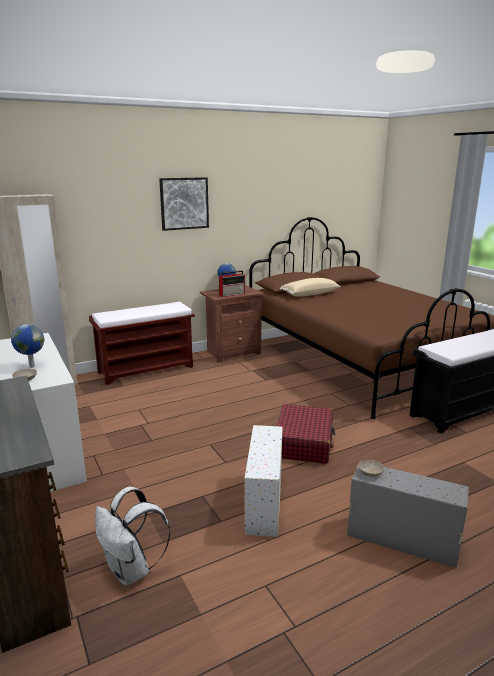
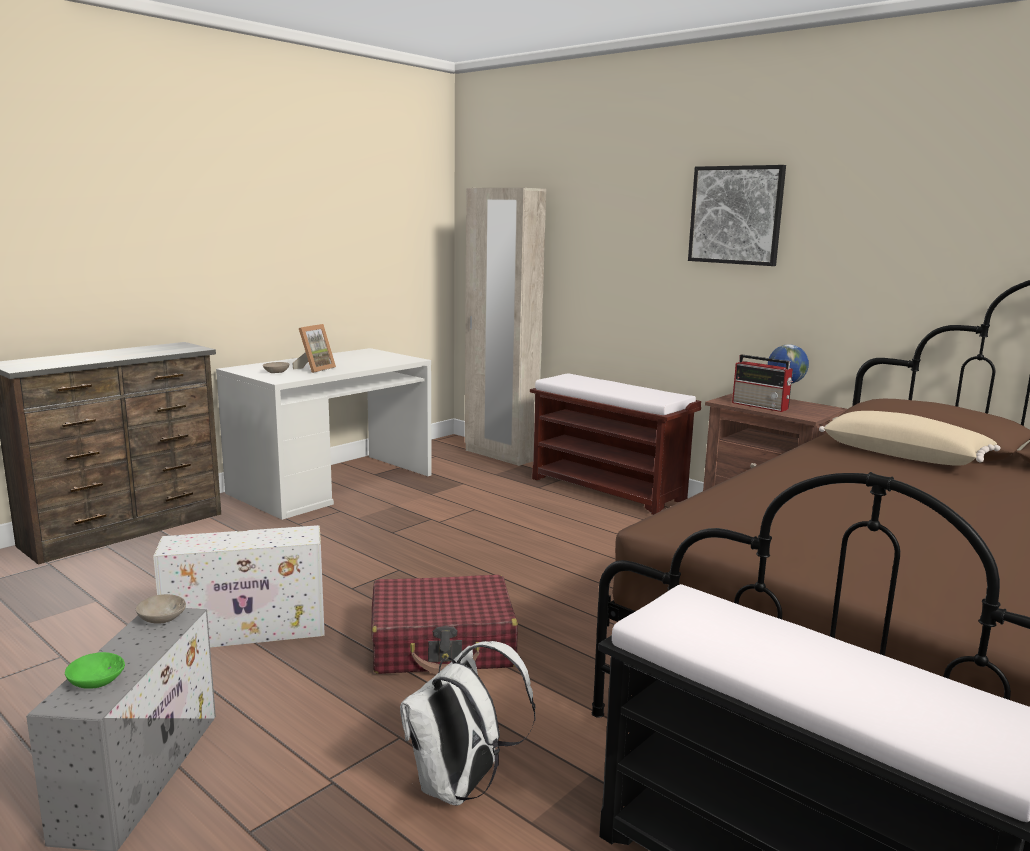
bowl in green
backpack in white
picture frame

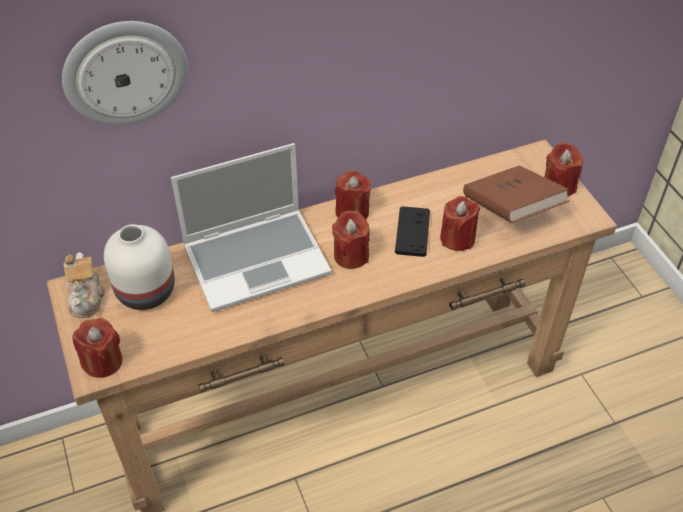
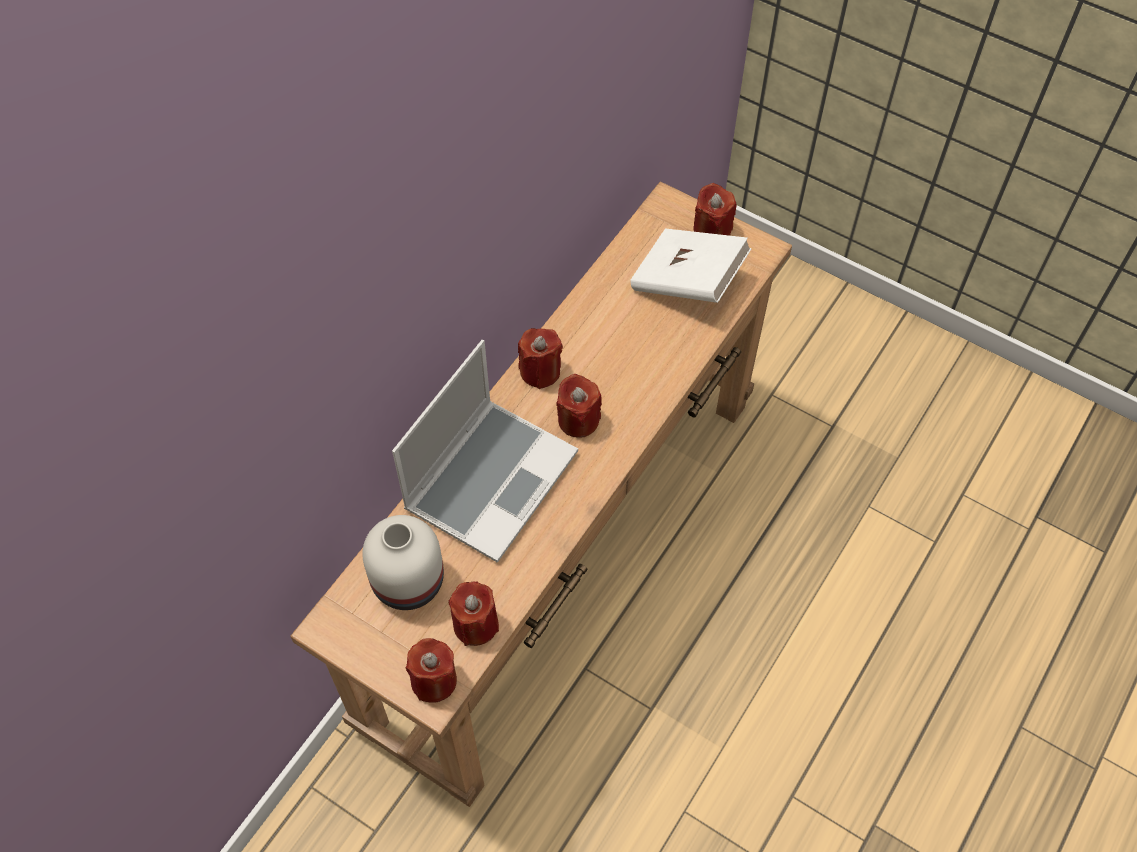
wall clock
teapot
game controller in black
candle in red (no. 2 from left)
book in white

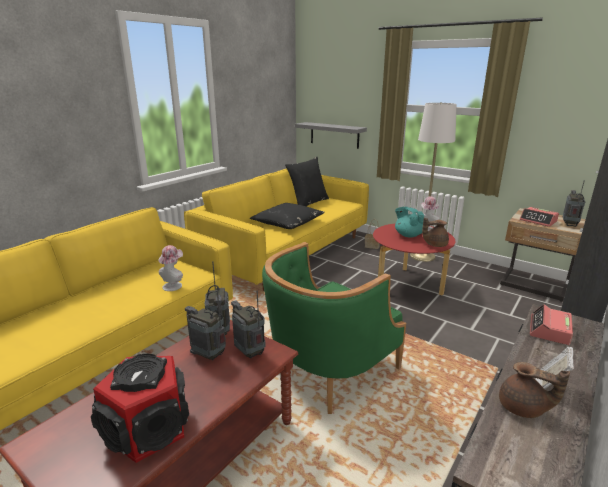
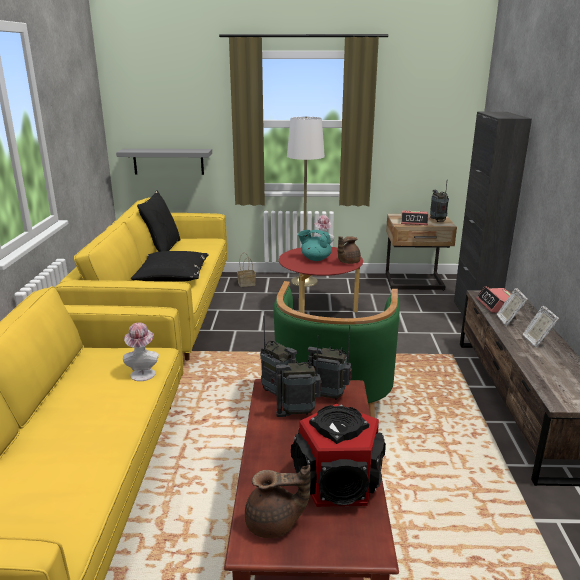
picture frame (no. 1 from left)
teapot in brown (no. 1 from left)

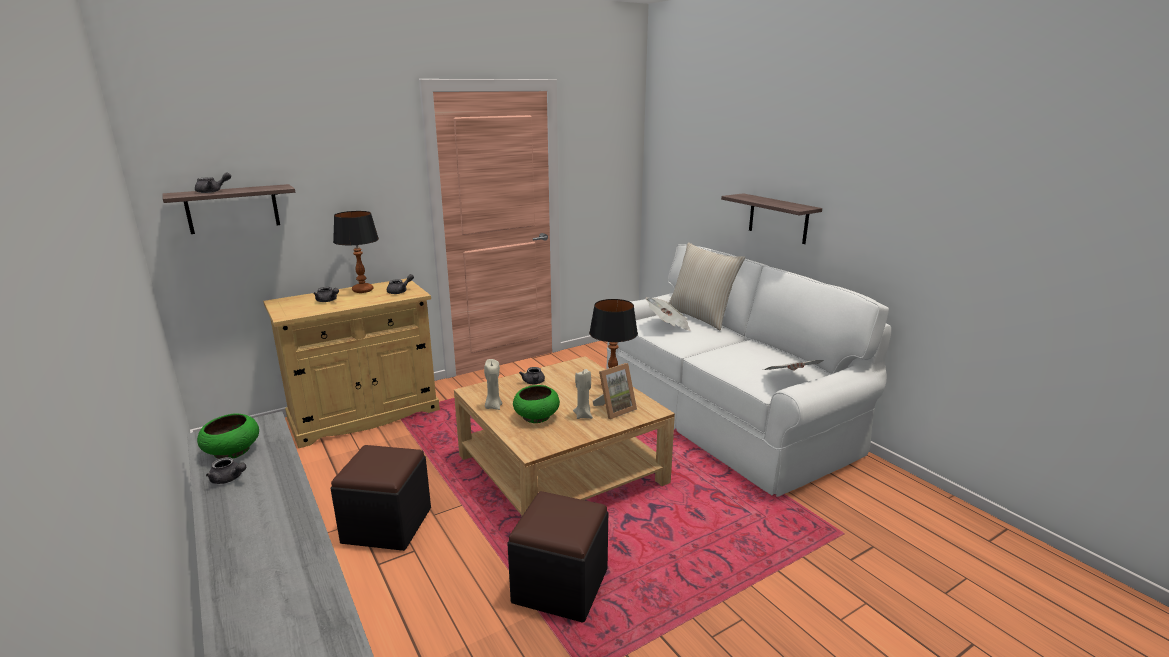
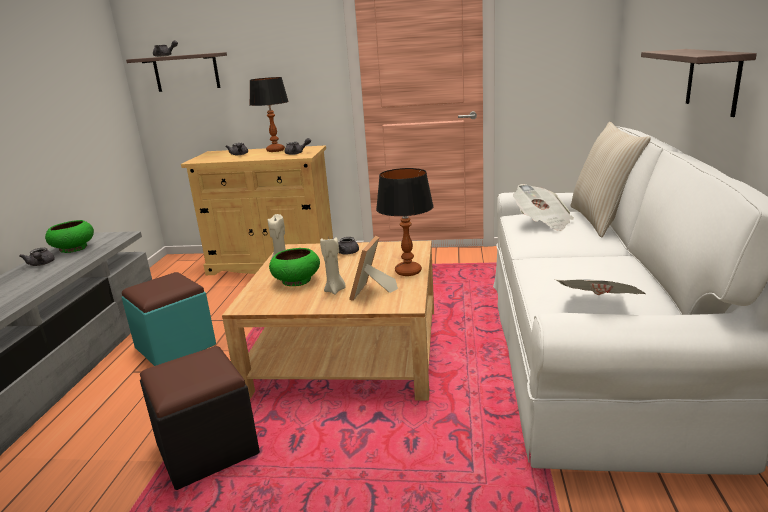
ottoman in turquoise
picture frame

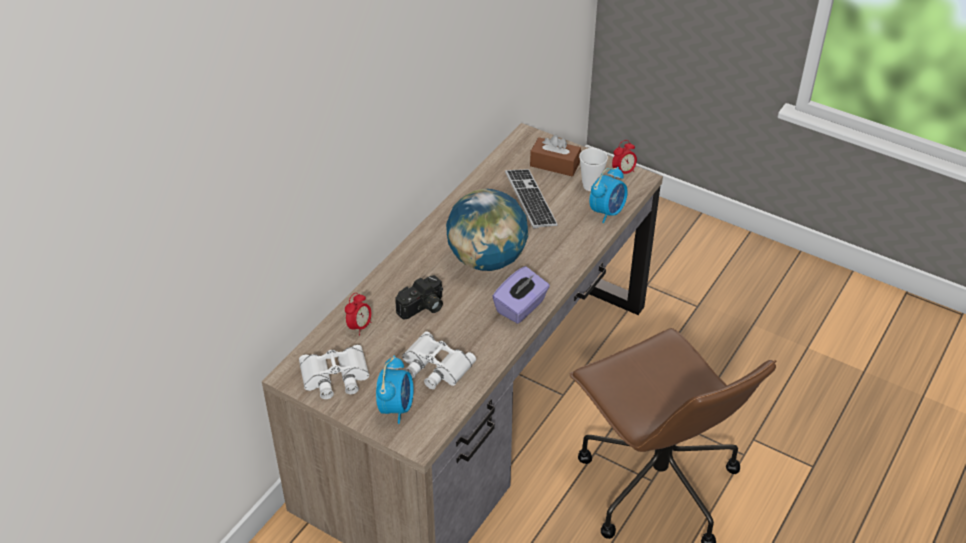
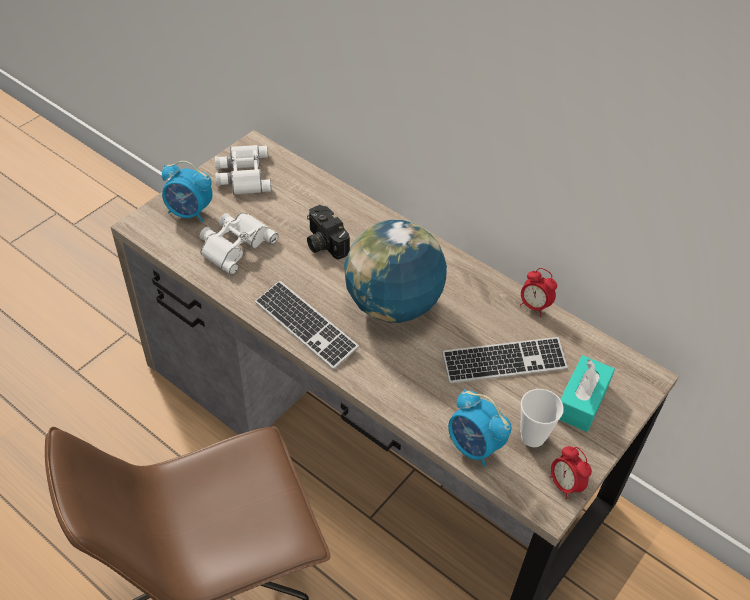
alarm clock (no. 3 from left)
keyboard (no. 1 from left)
tissue box in turquoise

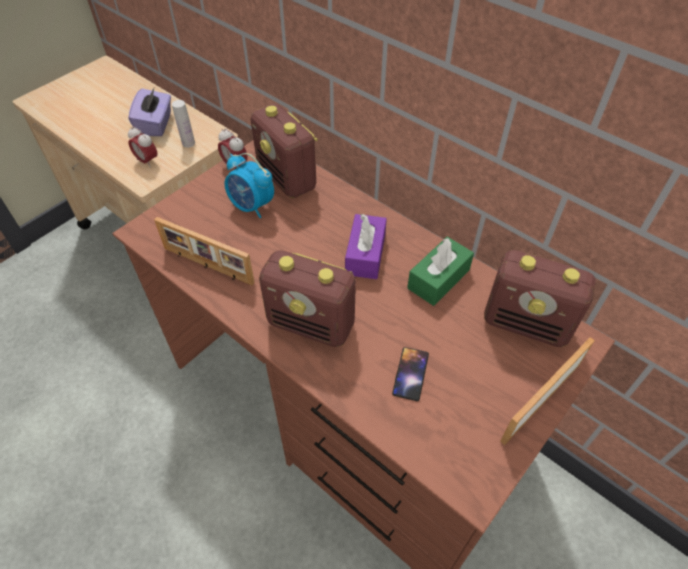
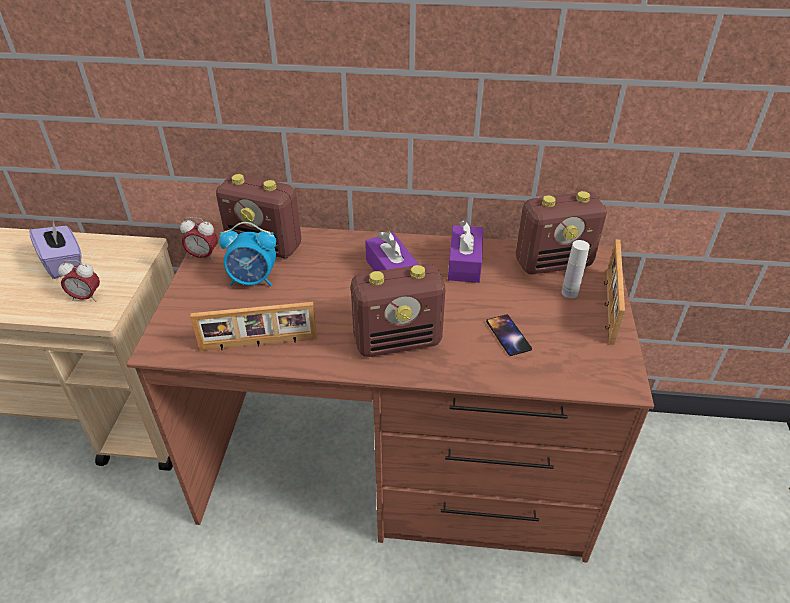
bottle in white
tissue box in purple (no. 3 from left)

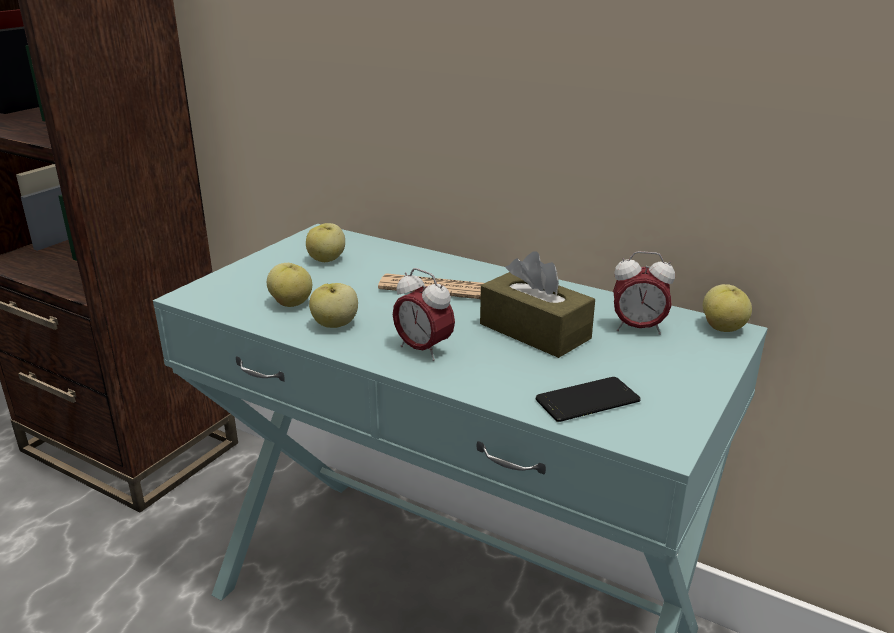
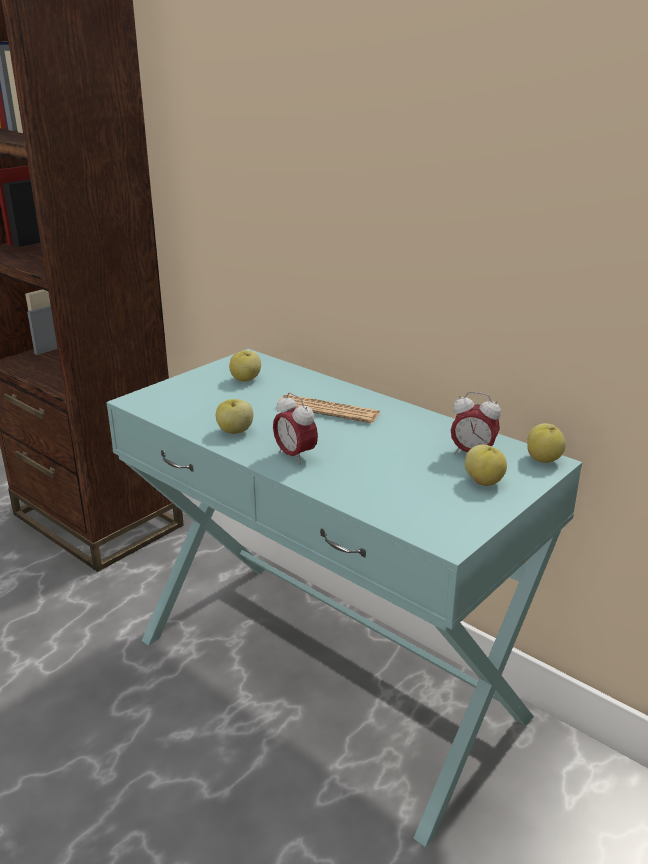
tissue box in brown
phone
apple (no. 3 from left)

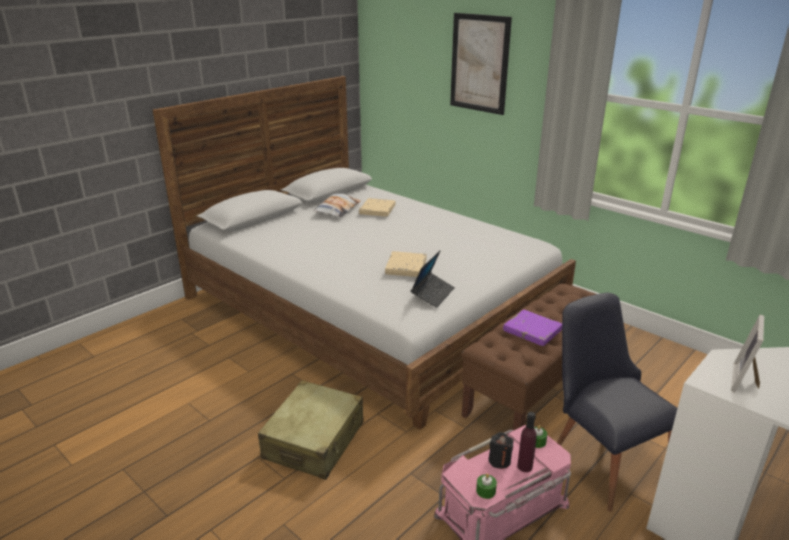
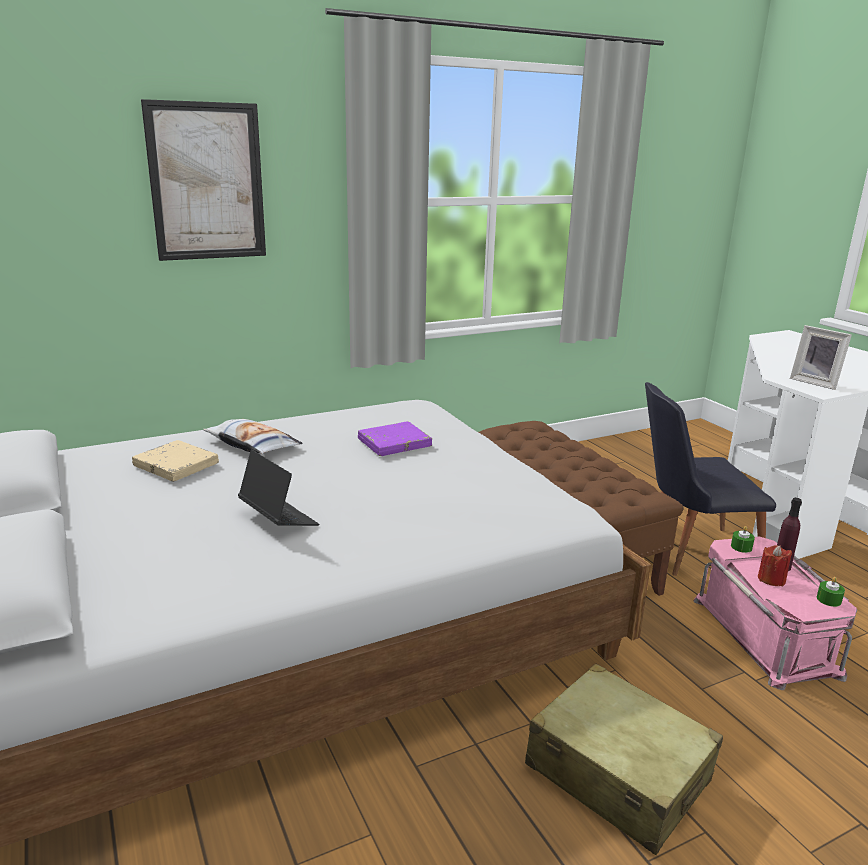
book in beige (no. 2 from left in the first image)
pillow
laptop
book in purple
candle in red

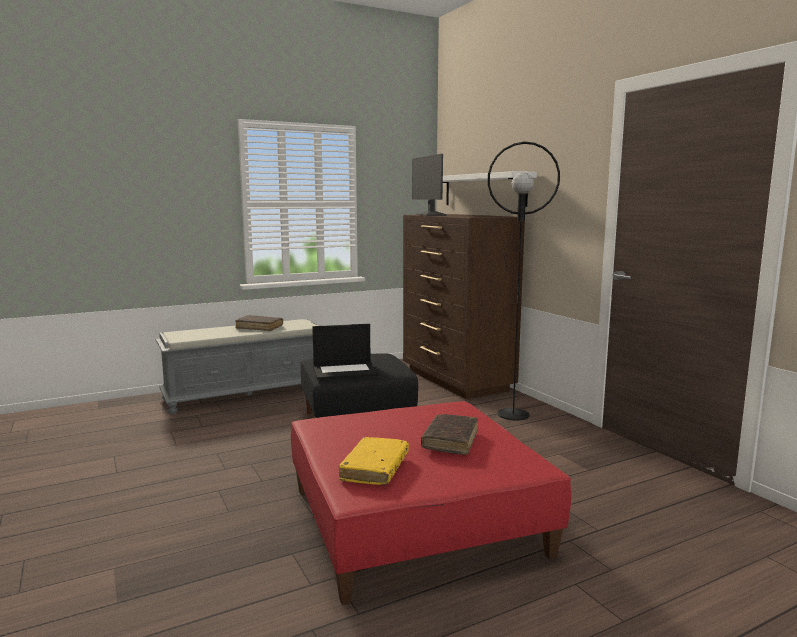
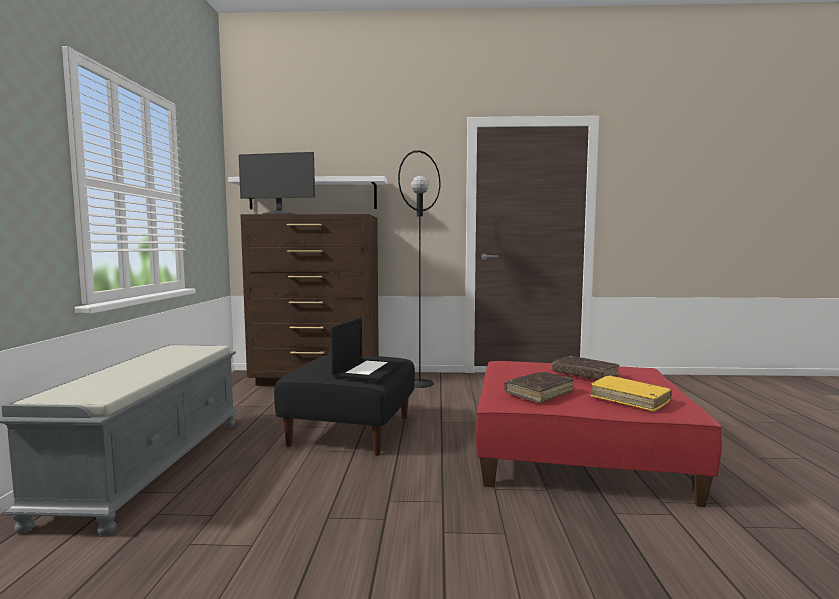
book in brown (no. 1 from left)

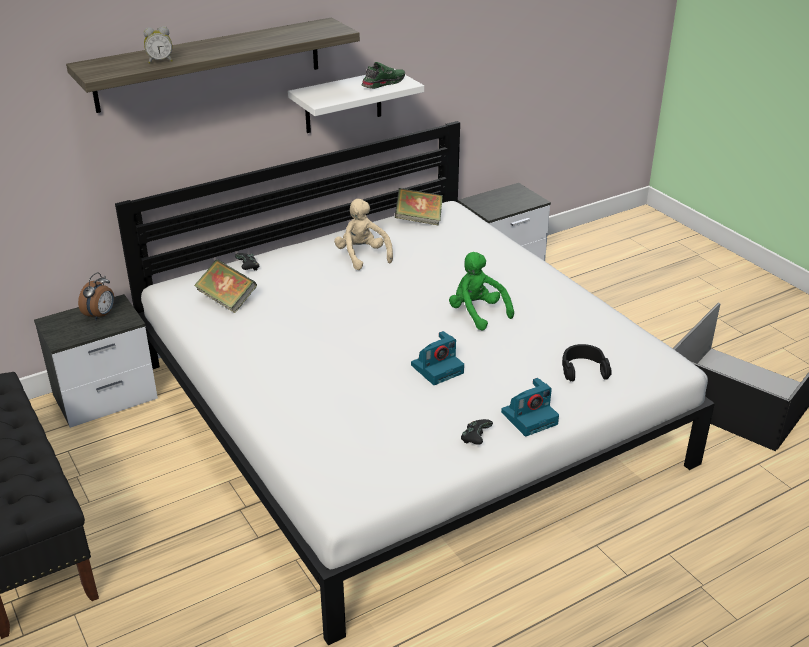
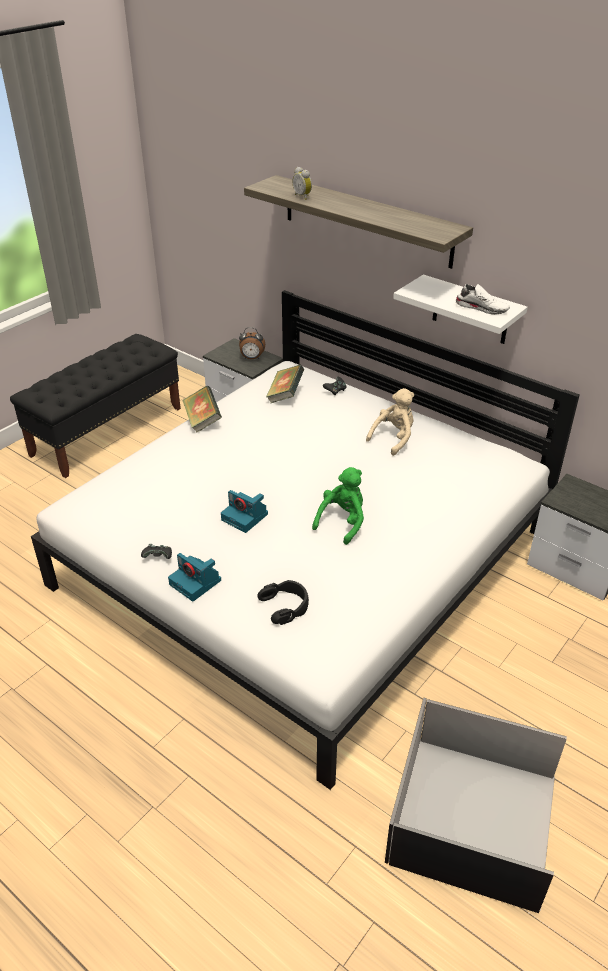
book (no. 1 from left)
shoe in white

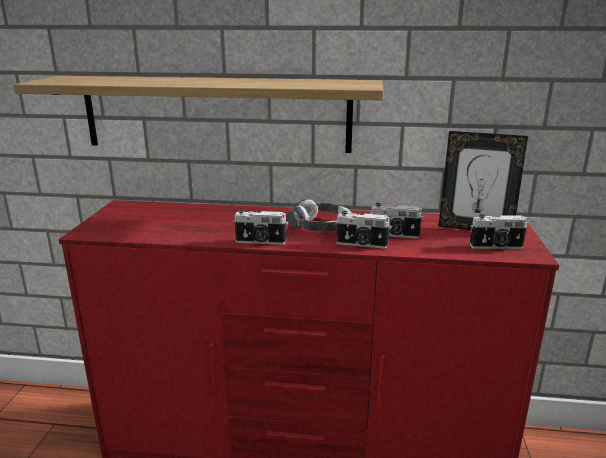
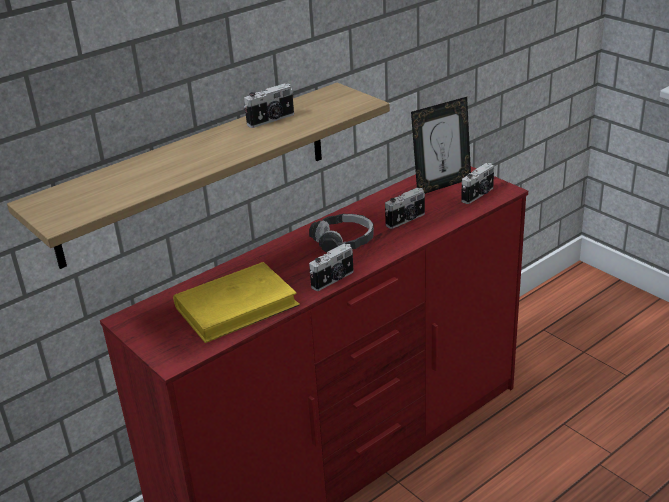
book in yellow
photo camera (no. 1 from left)

